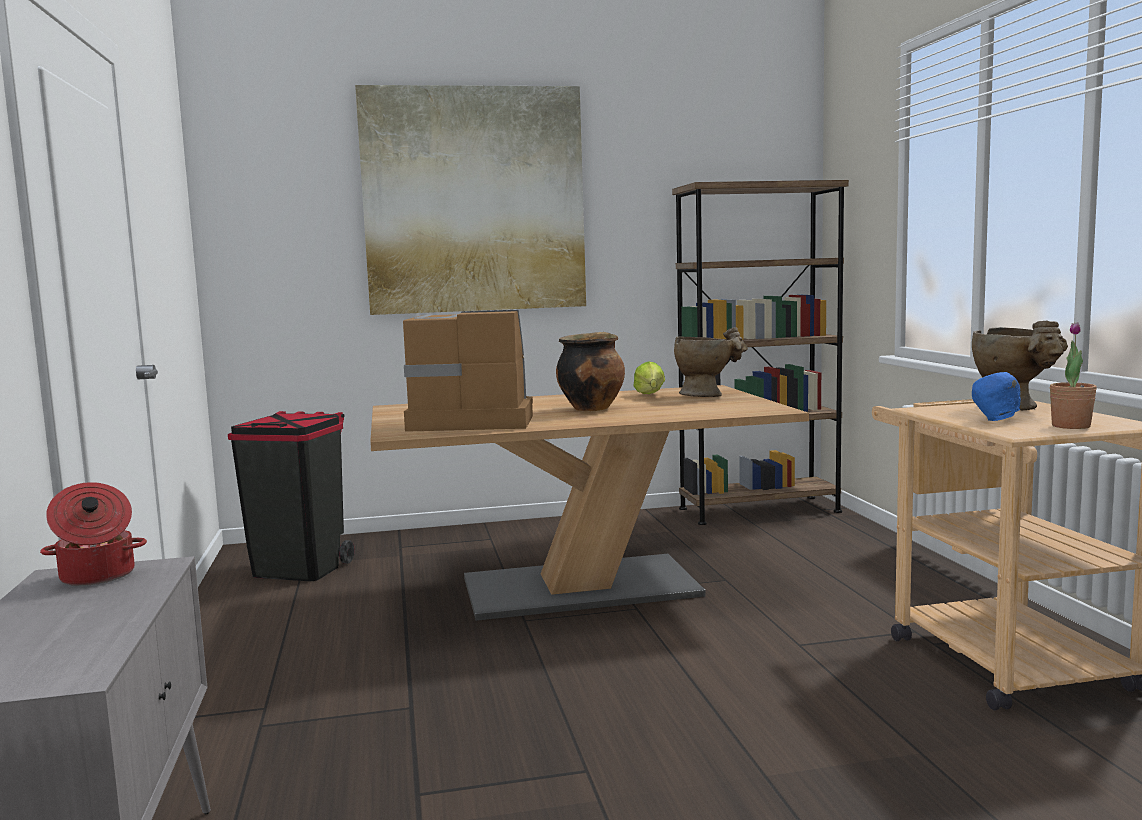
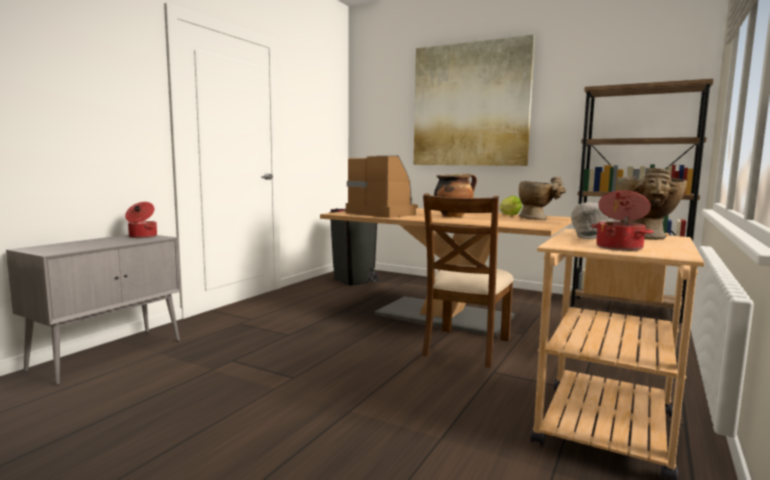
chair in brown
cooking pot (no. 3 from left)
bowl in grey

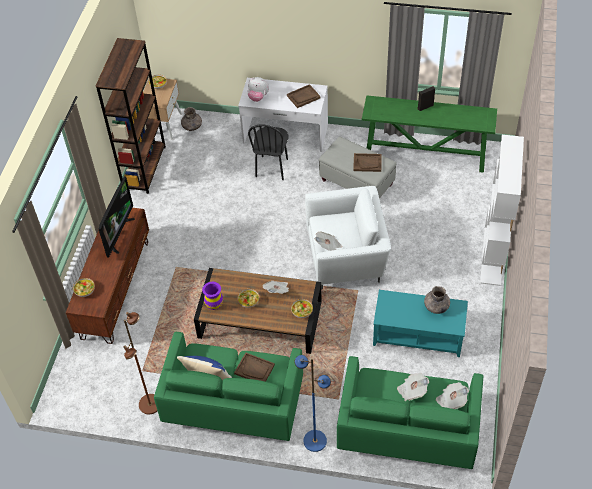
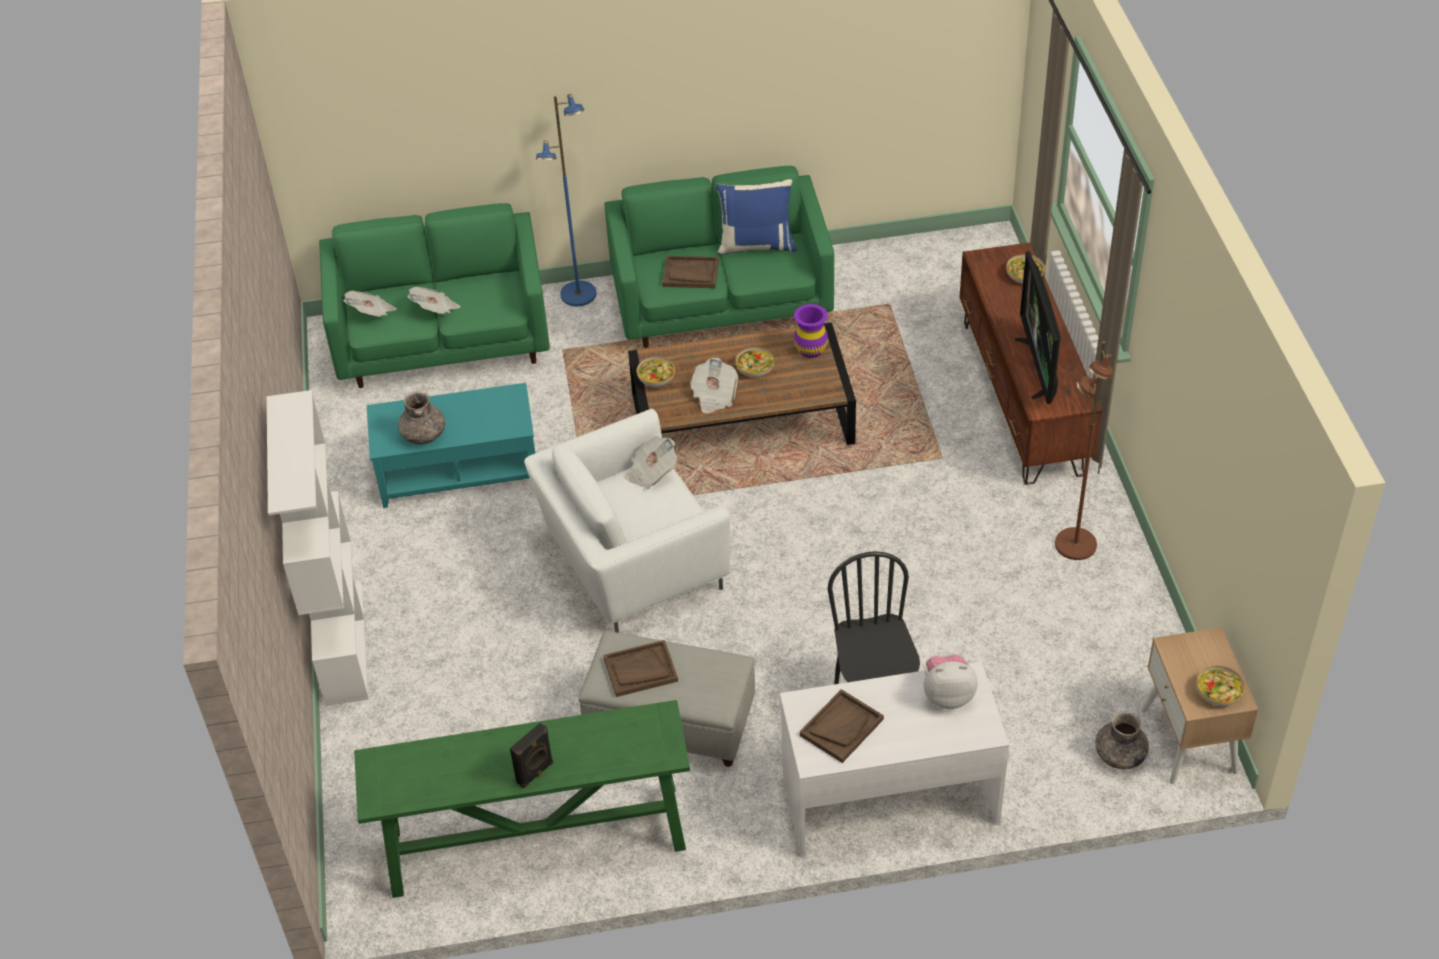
bookcase in brown
floor lamp in brown

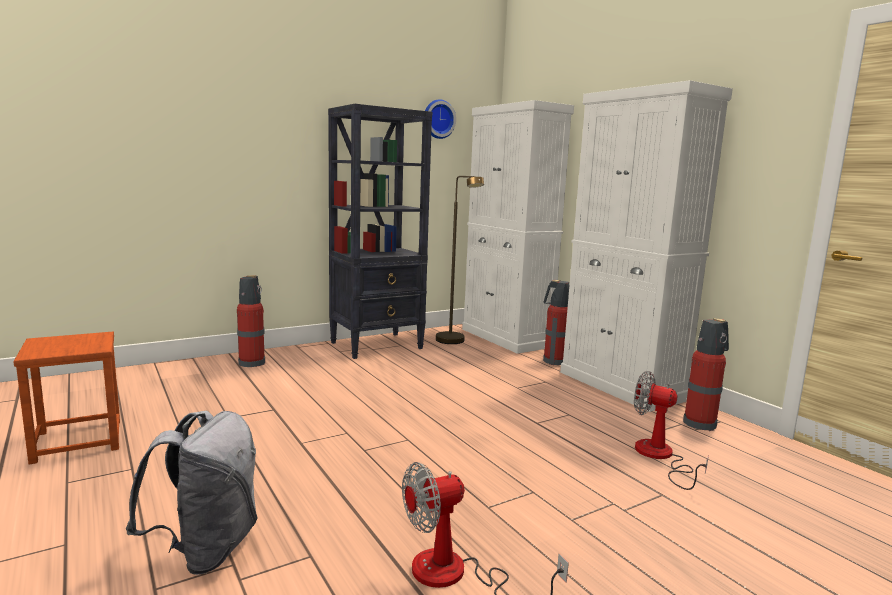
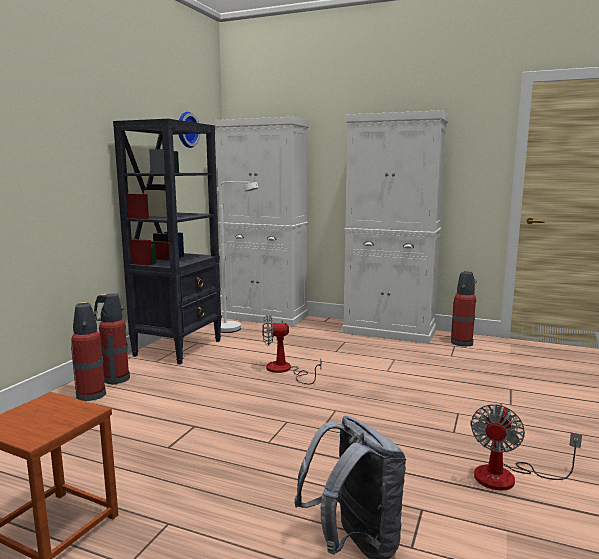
fire extinguisher (no. 2 from left)
fan (no. 1 from left)
floor lamp in white

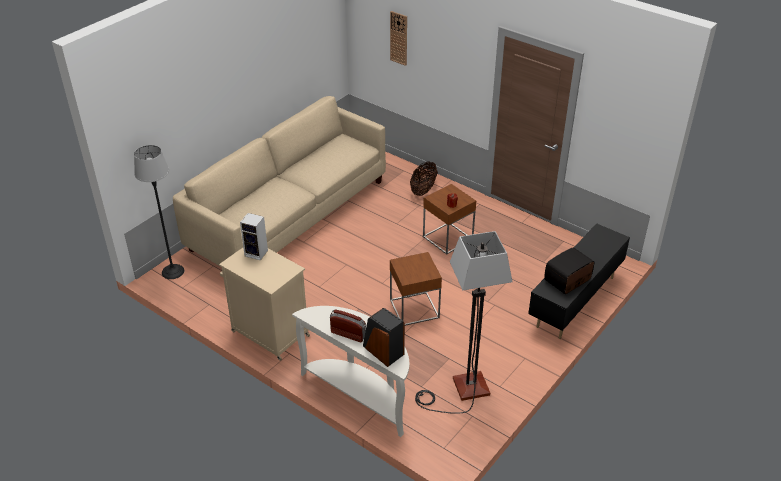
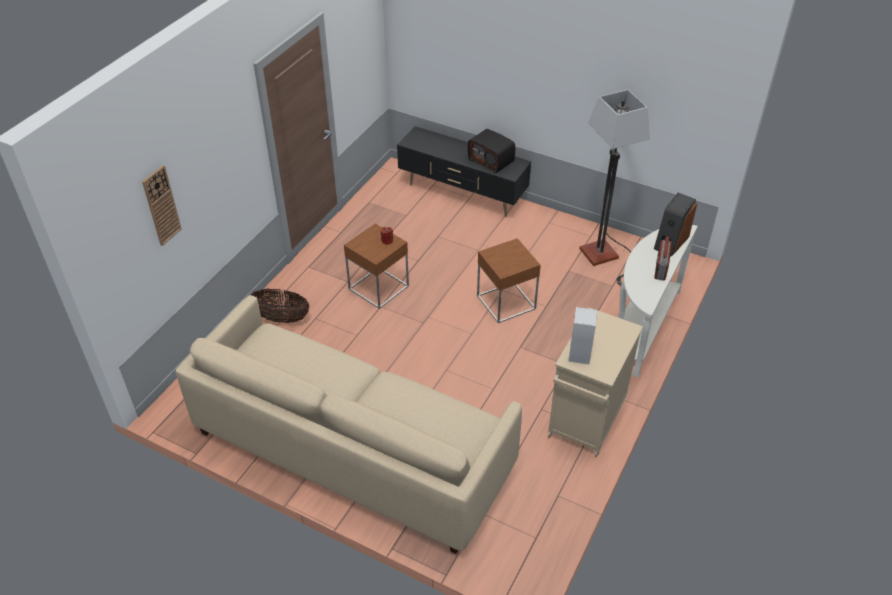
floor lamp (no. 1 from left in the first image)

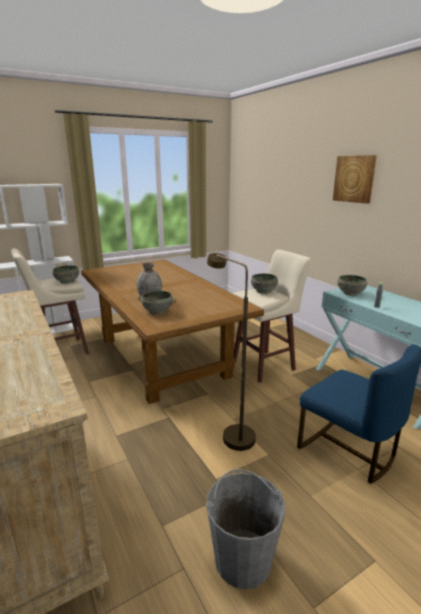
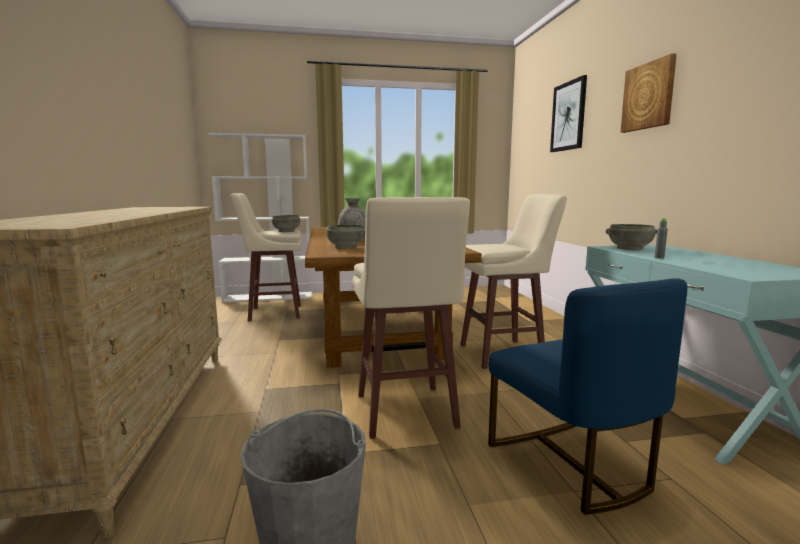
bowl in grey (no. 3 from left in the first image)
picture (no. 1 from left)
stool in beige (no. 2 from left)

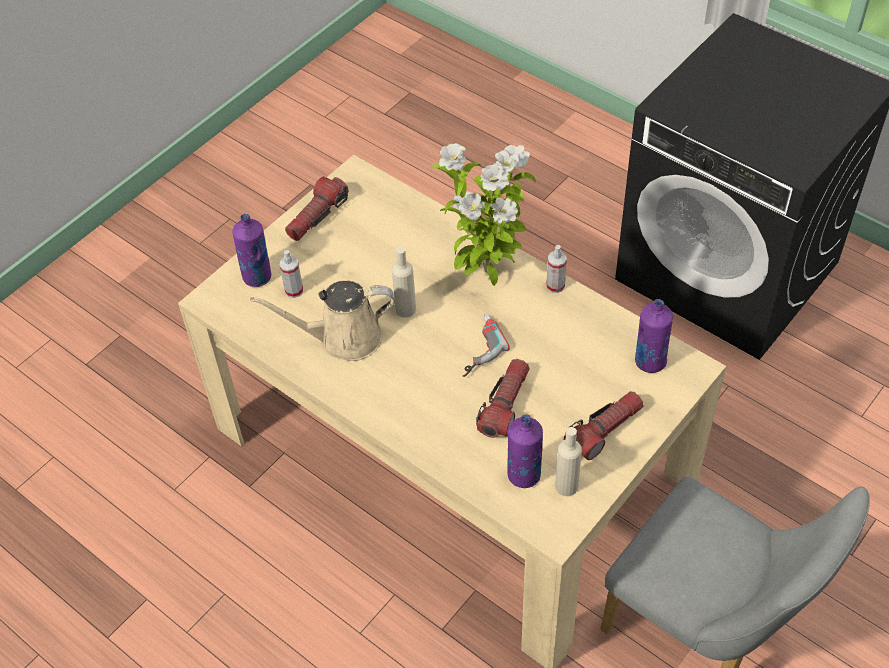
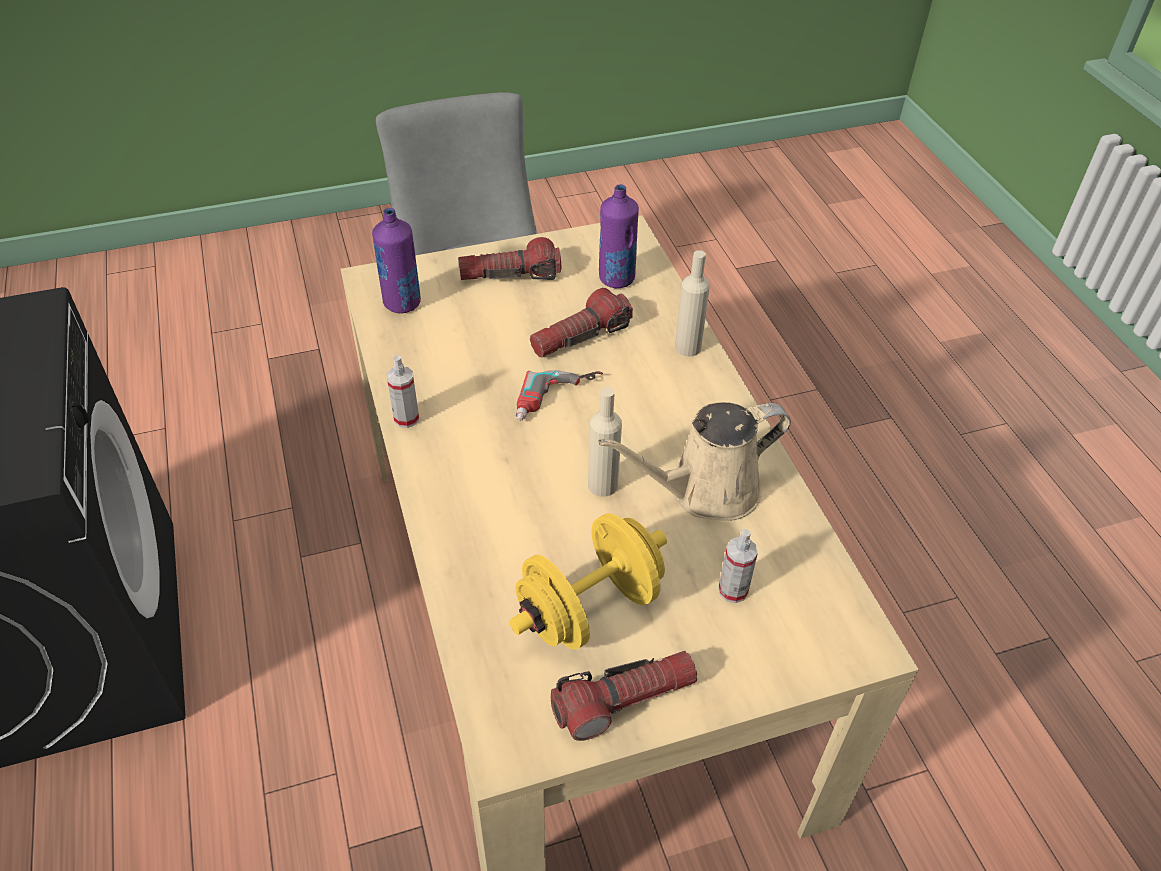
bottle in purple (no. 1 from left in the first image)
potted plant
dumbbell in yellow
bottle in beige (no. 2 from left)
watering can in beige

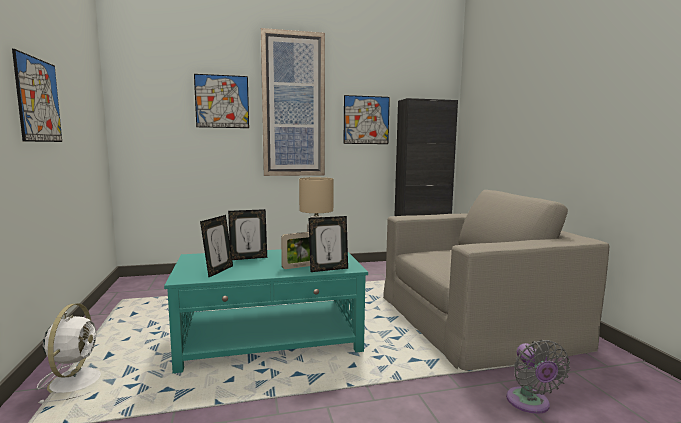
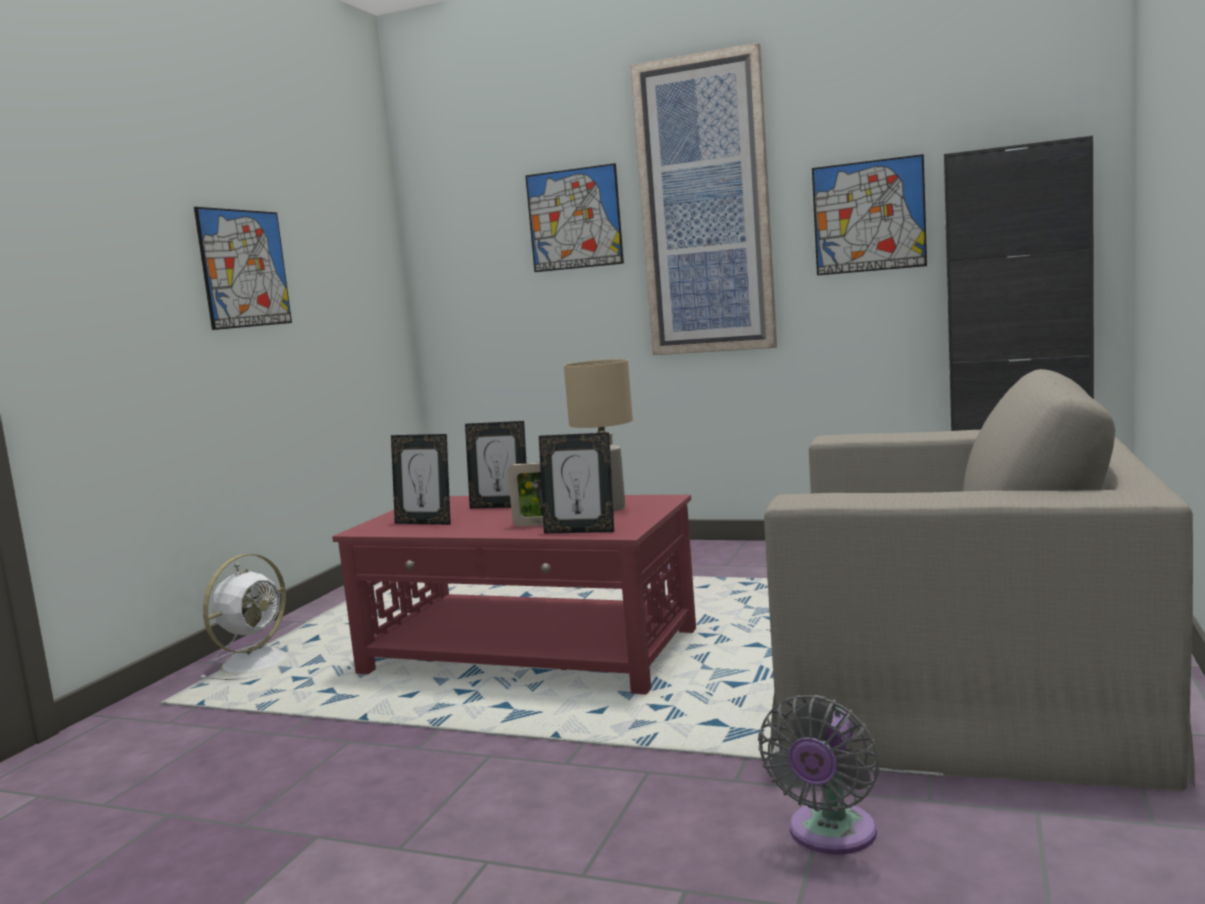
coffee table in red
picture frame (no. 1 from left)

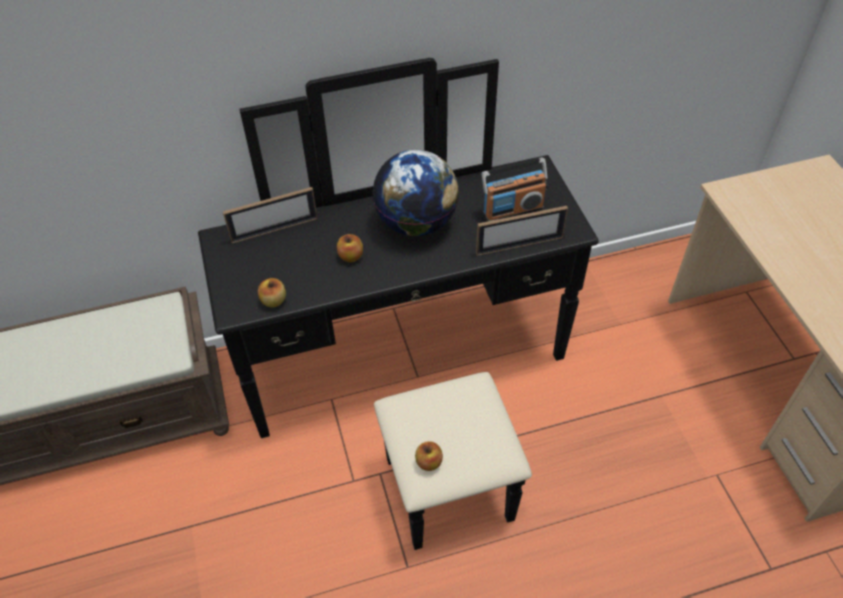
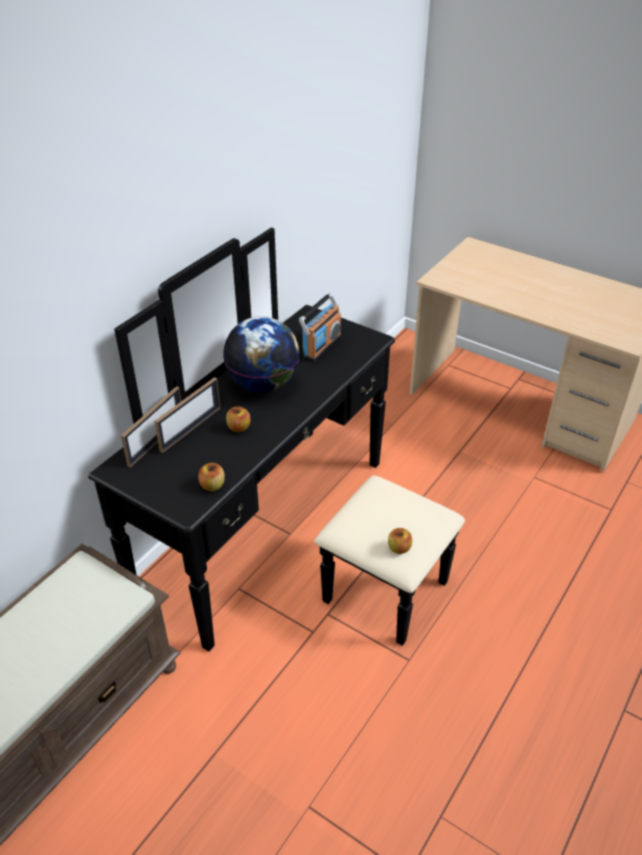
picture frame (no. 2 from left)

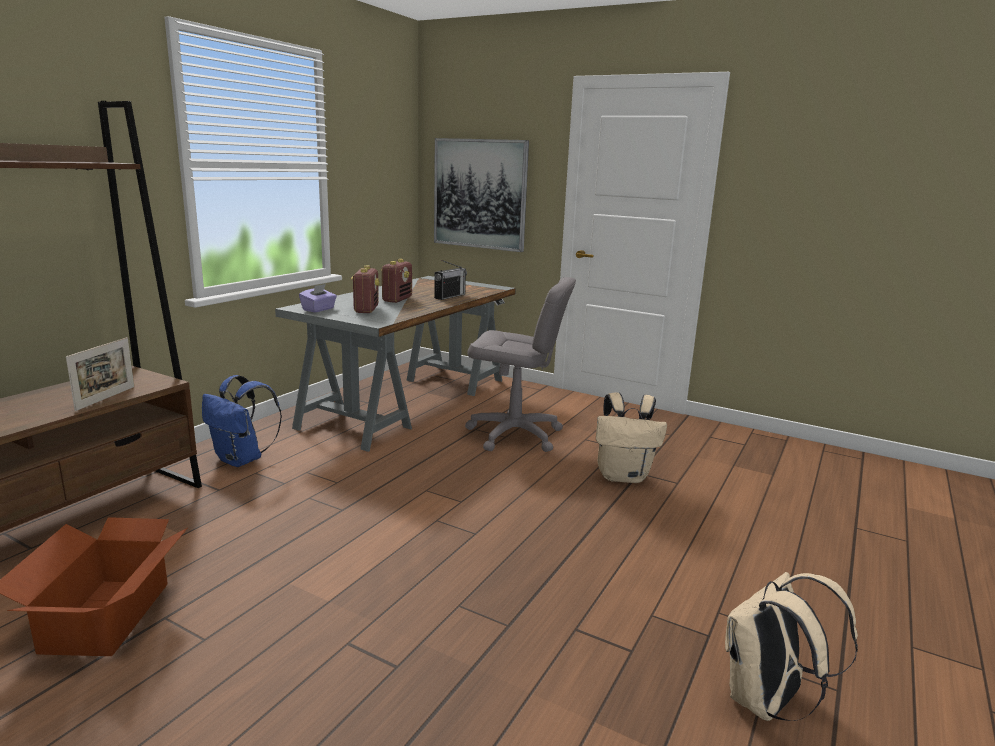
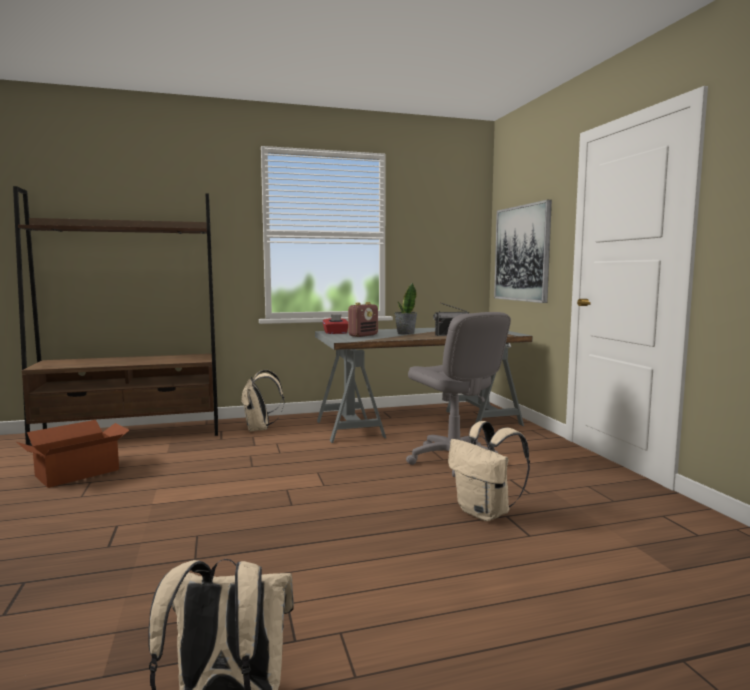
picture frame
potted plant
backpack in beige (no. 2 from left)
tissue box in red

